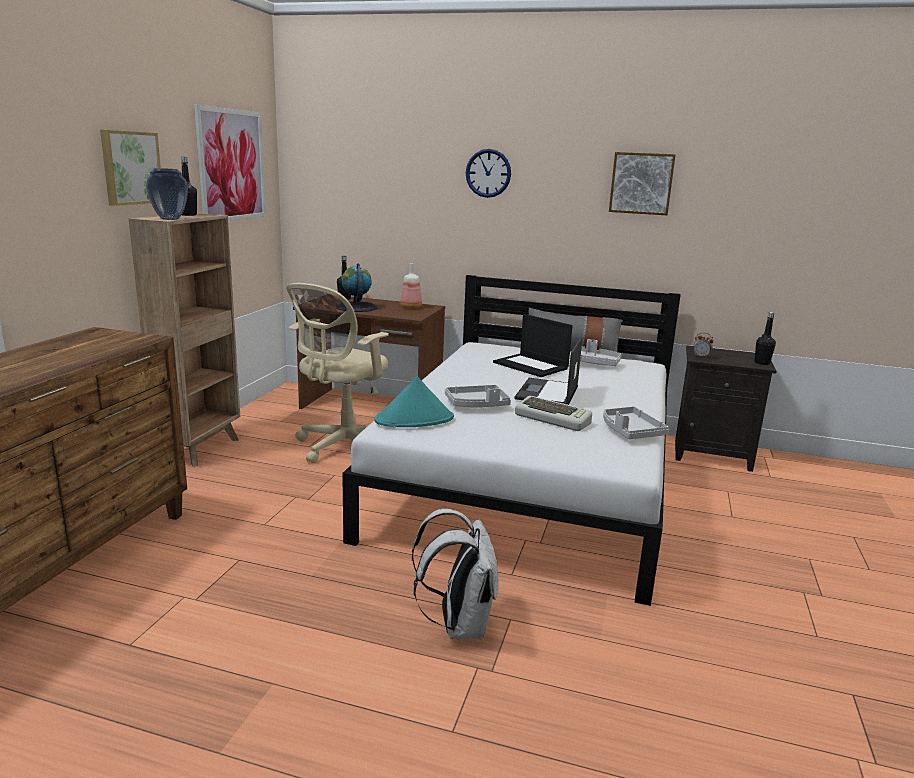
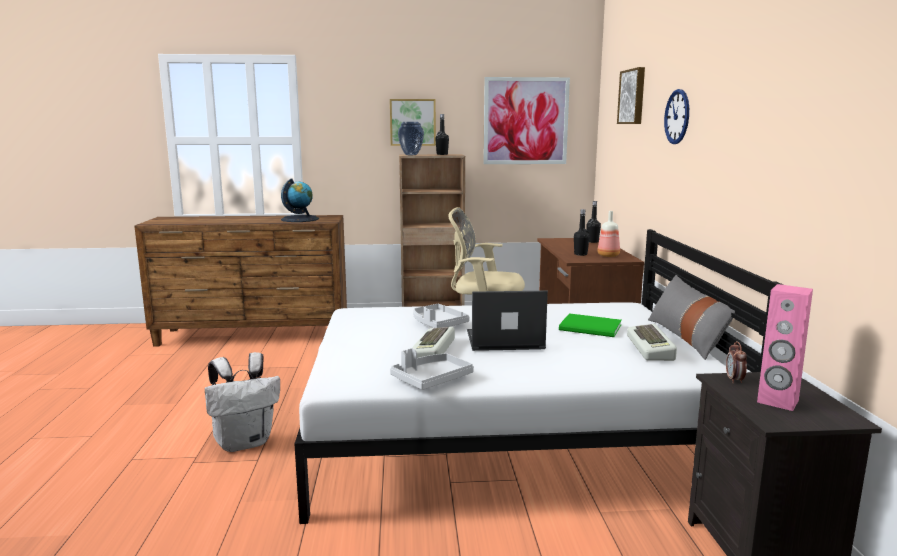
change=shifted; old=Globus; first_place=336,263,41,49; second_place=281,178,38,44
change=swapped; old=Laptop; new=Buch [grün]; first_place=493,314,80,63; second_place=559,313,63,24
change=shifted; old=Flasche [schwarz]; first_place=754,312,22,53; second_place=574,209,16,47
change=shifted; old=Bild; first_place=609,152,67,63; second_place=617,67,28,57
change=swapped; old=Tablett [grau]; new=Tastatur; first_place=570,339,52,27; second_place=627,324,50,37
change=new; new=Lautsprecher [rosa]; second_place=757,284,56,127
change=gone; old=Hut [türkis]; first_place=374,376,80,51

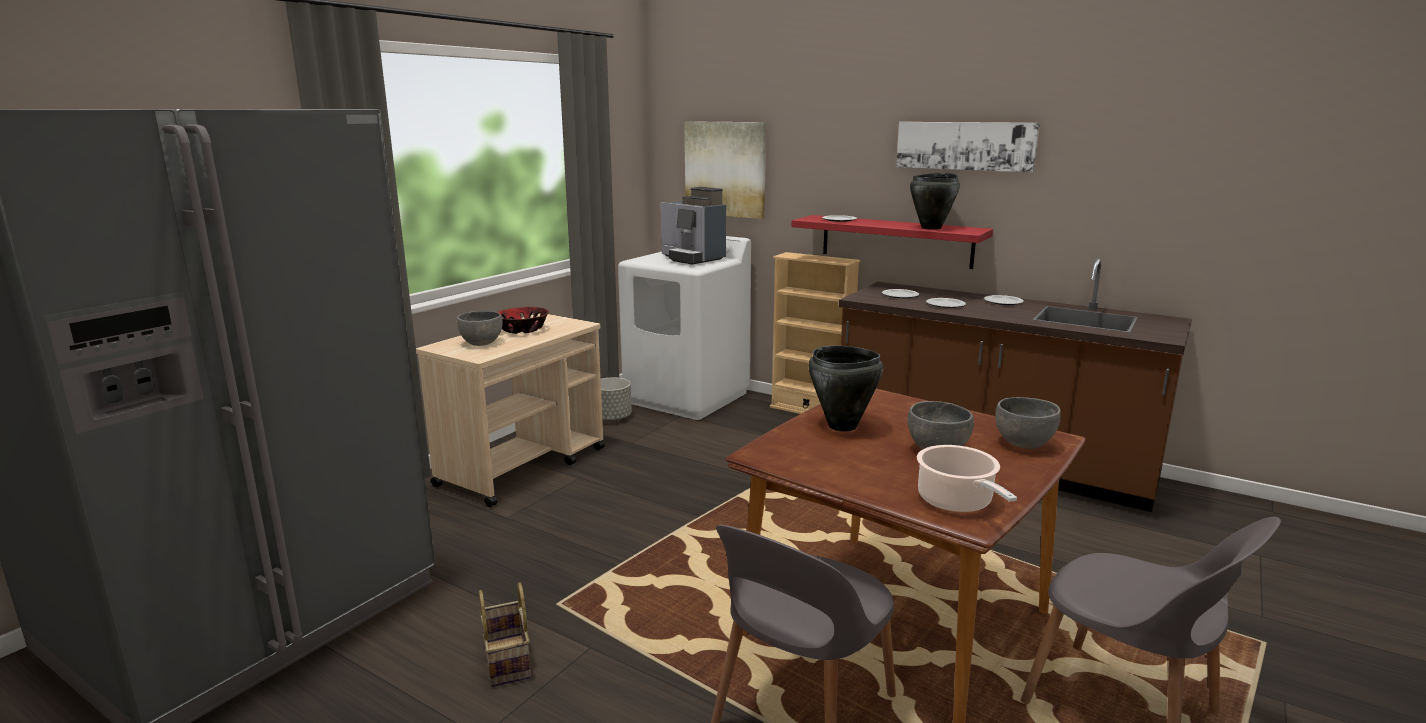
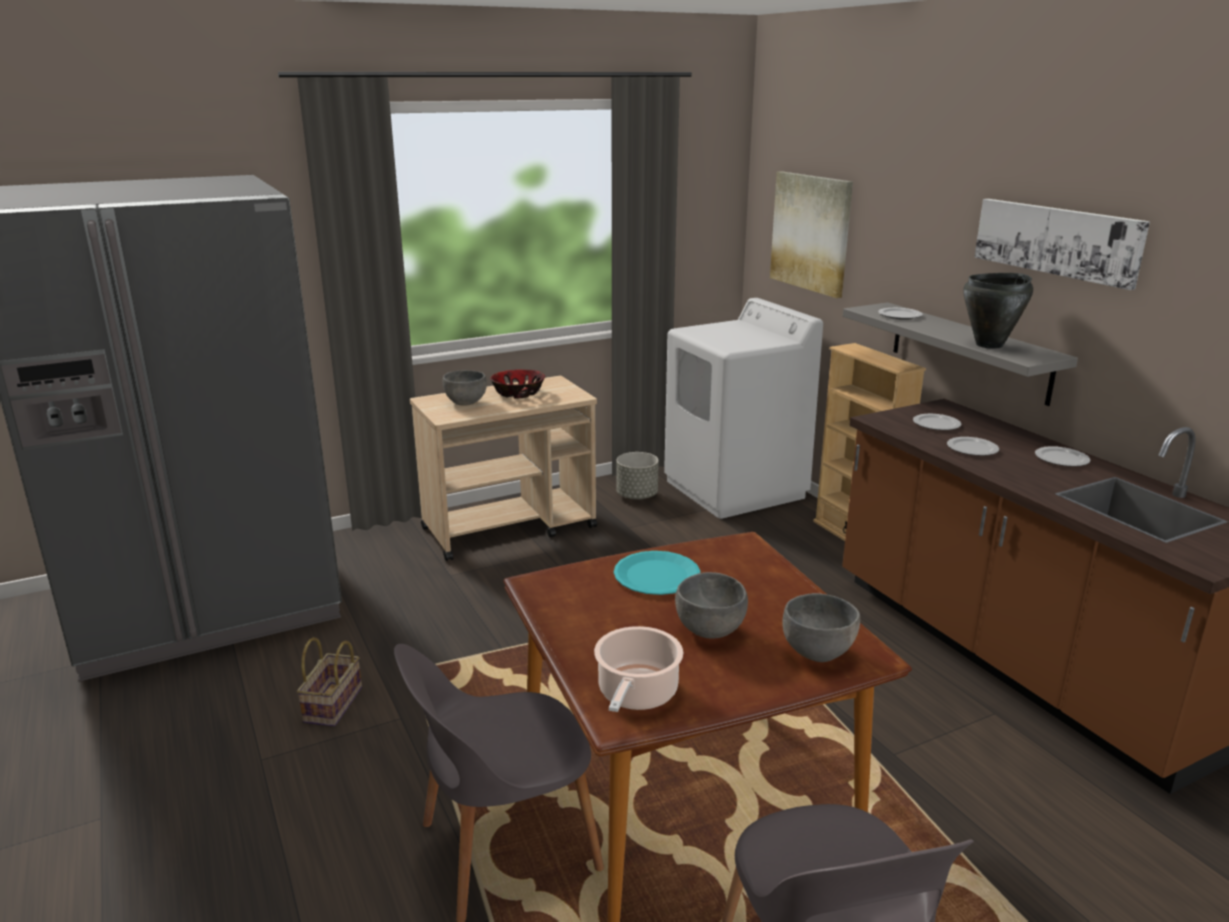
change=swapped; old=Kochtopf [schwarz]; new=Teller [türkis]; first_place=808,346,76,85; second_place=614,551,86,44
change=repainted; old=Wandregal [rot]; new=Wandregal [grau]; first_place=791,215,202,54; second_place=843,302,235,104
change=gone; old=Kaffeemaschine; first_place=661,187,65,78

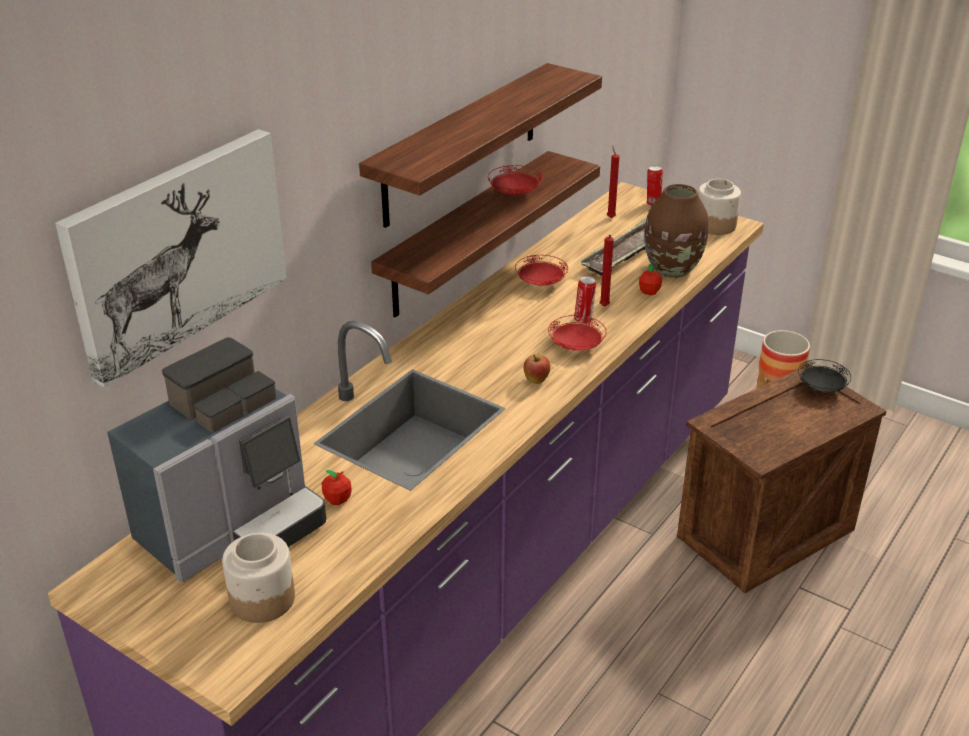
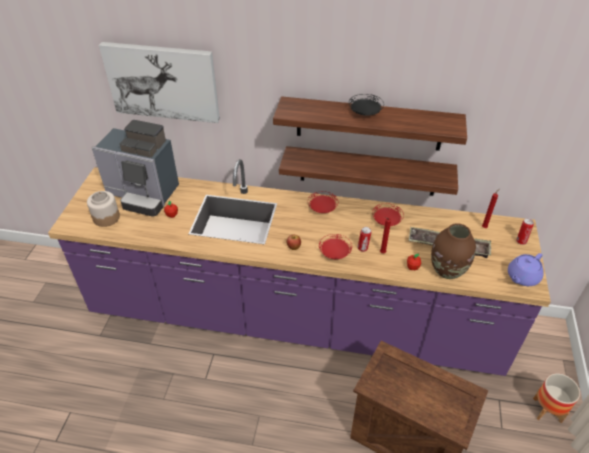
change=shifted; old=Teller [rot]; first_place=488,165,55,30; second_place=308,191,30,22
change=shifted; old=Teller [schwarz]; first_place=798,359,53,33; second_place=349,94,35,22
change=swapped; old=Vorratsglas; new=Teekanne [lila]; first_place=698,179,43,56; second_place=508,253,36,33

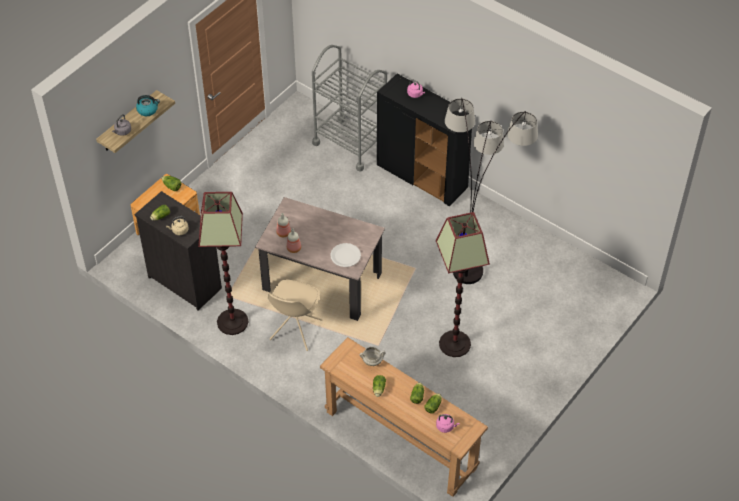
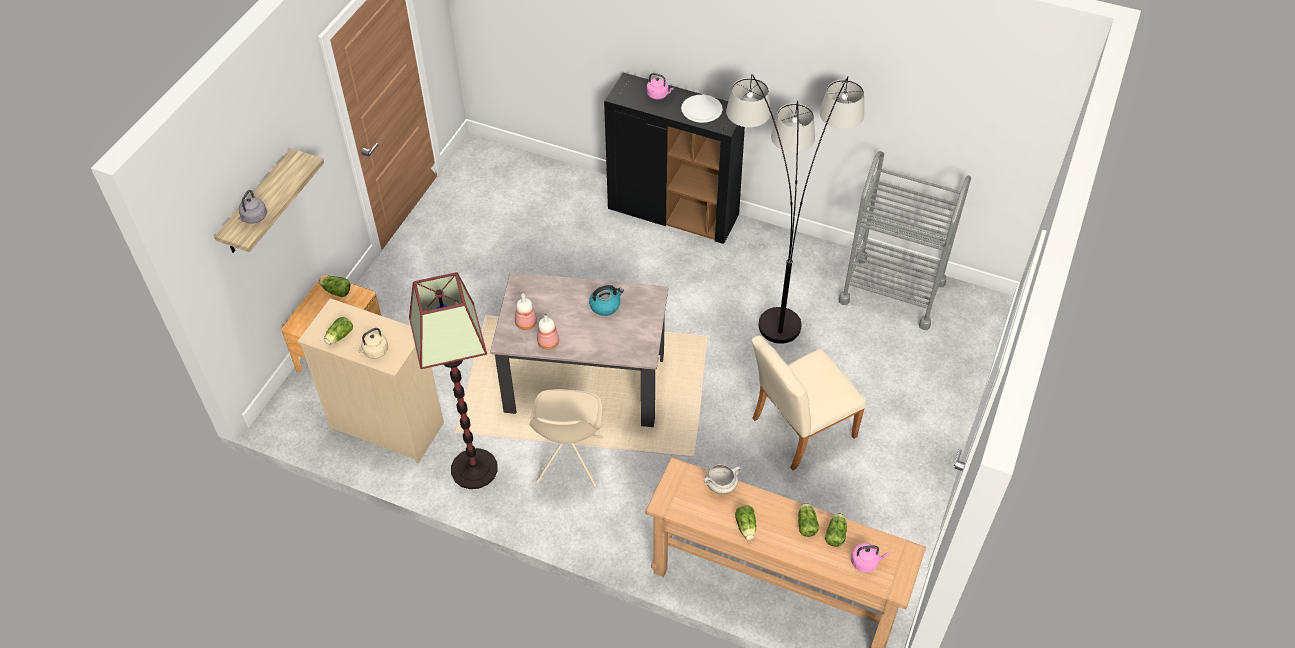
change=repainted; old=Kommode [schwarz]; new=Kommode [beige]; first_place=134,191,88,120; second_place=298,298,146,166
change=shifted; old=Wasserkessel; first_place=136,95,24,21; second_place=589,285,35,31
change=shifted; old=Teller [weiß]; first_place=330,243,31,24; second_place=681,95,42,28
change=swapped; old=Stehlampe; new=Stuhl [beige]; first_place=436,212,54,145; second_place=751,335,115,135
change=shifted; old=Rollwagen [grau]; first_place=312,45,75,127; second_place=839,151,132,179

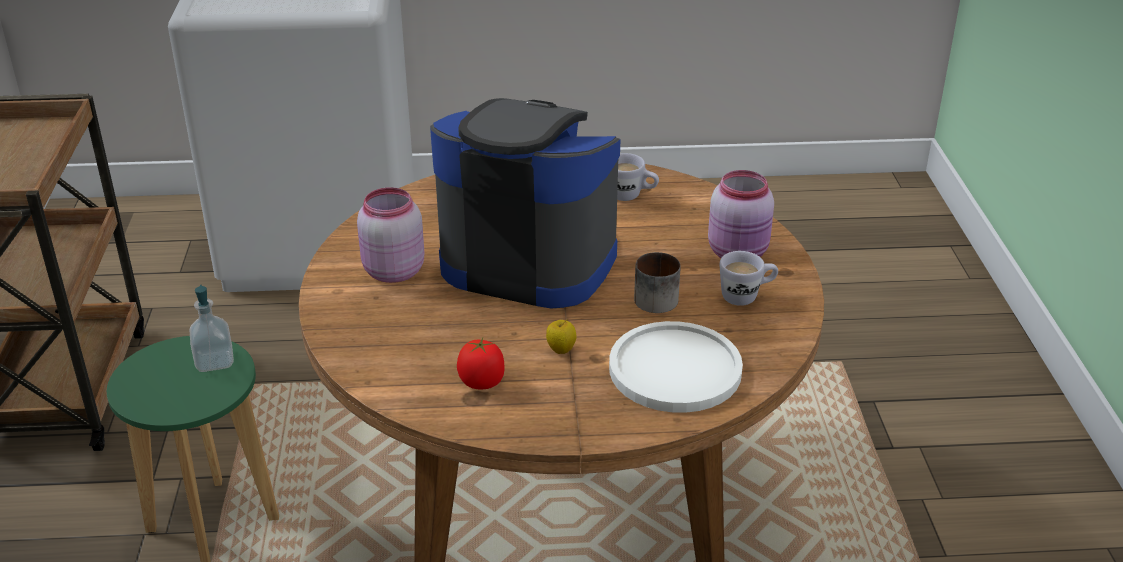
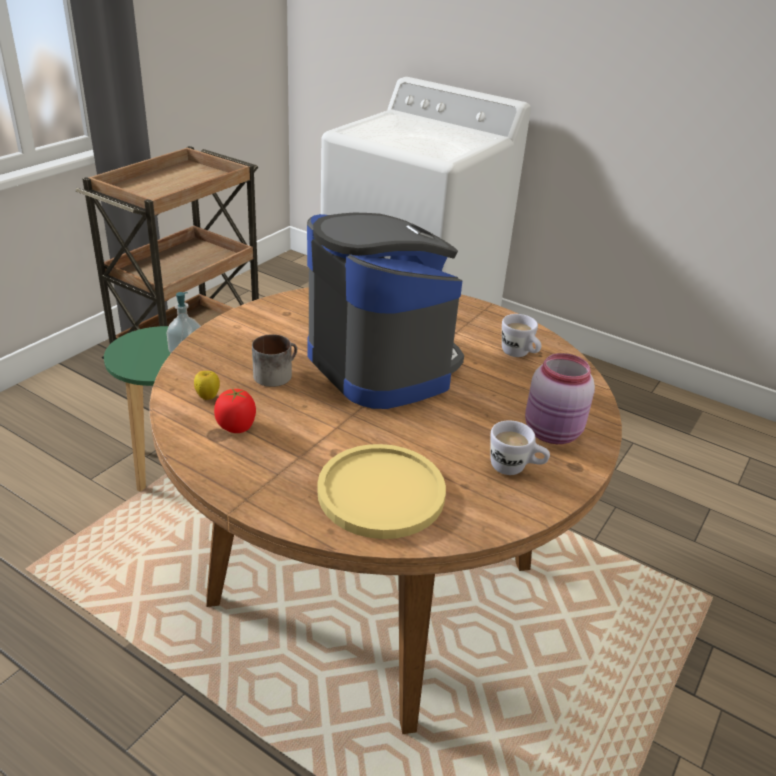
change=shifted; old=Apfel; first_place=546,320,30,34; second_place=194,371,26,29
change=shifted; old=Henkelbecher; first_place=634,252,47,61; second_place=252,334,45,53
change=repainted; old=Teller [weiß]; new=Teller [gelb]; first_place=609,321,134,92; second_place=318,444,128,95
change=gone; old=Vorratsglas [rosa]; first_place=357,187,67,96

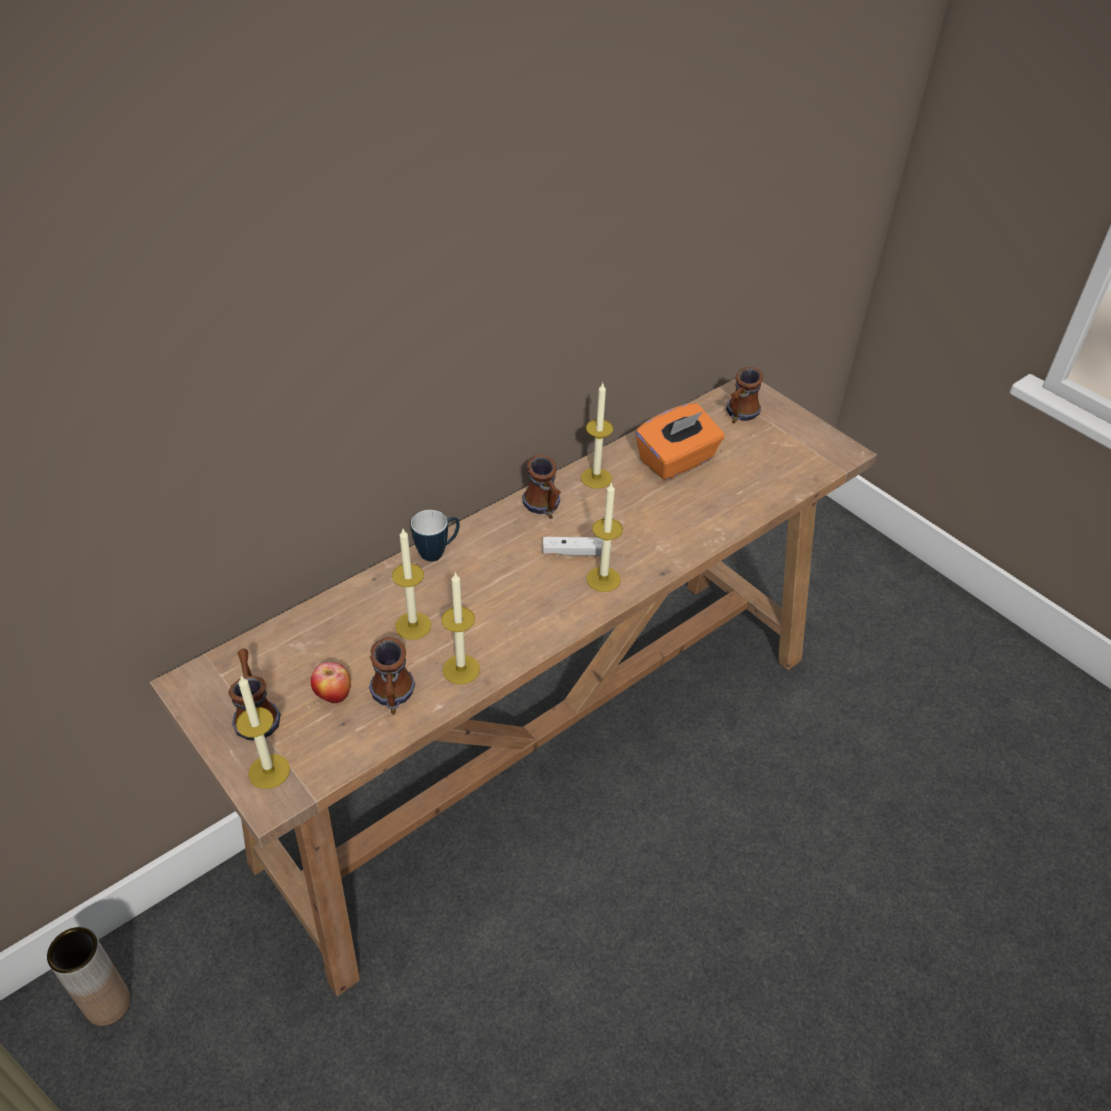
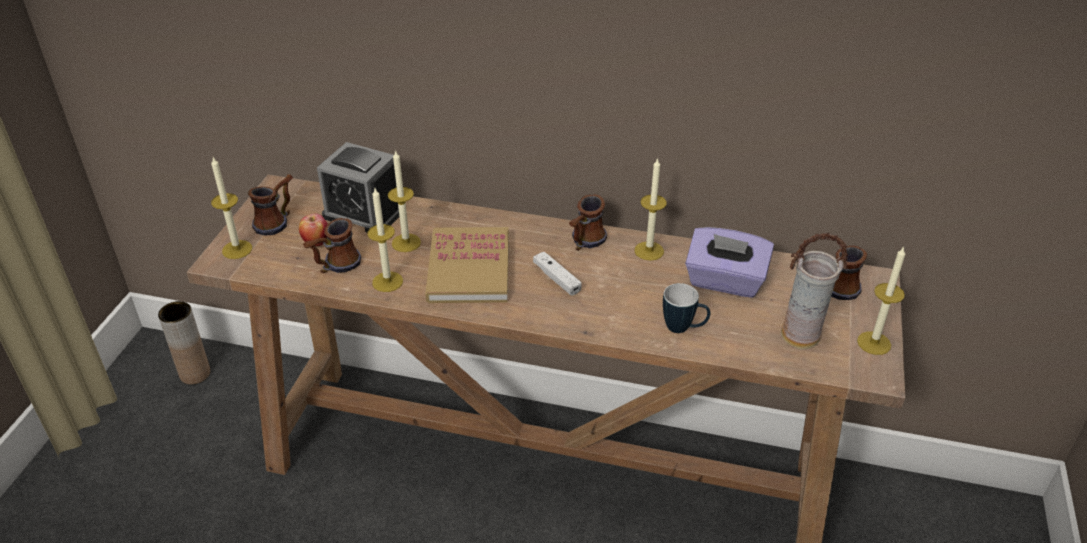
change=new; new=Wecker; second_place=317,142,82,91
change=new; new=Buch; second_place=425,227,84,76
change=shifted; old=Henkelbecher; first_place=411,510,49,52; second_place=663,283,47,50
change=repainted; old=Taschentuchbox [orange]; new=Taschentuchbox [lila]; first_place=635,403,90,77; second_place=685,227,89,71
change=new; new=Vase; second_place=781,233,67,116
change=shifted; old=Kerze; first_place=586,482,37,110; second_place=857,246,48,109

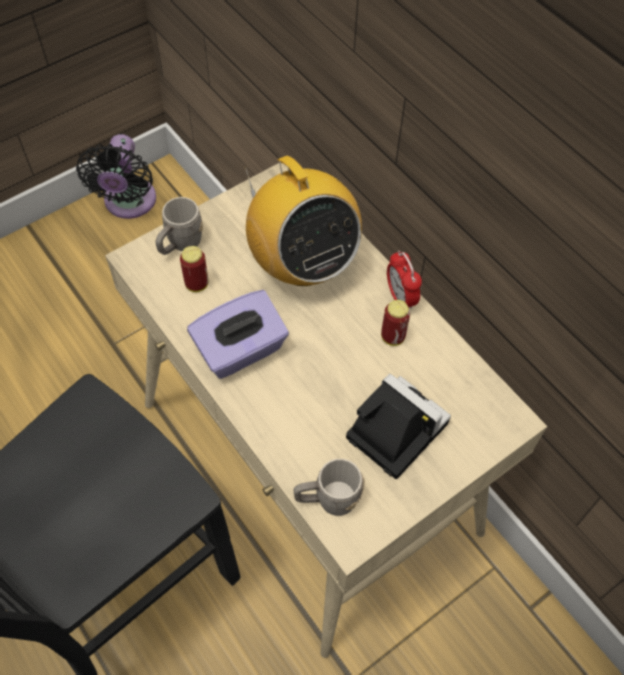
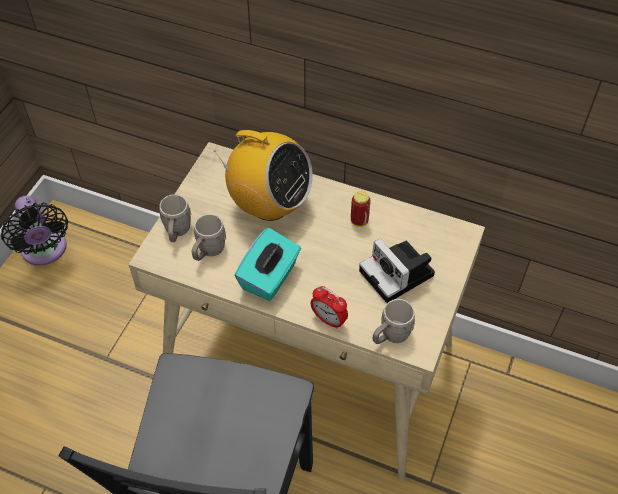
change=swapped; old=Dose; new=Henkelbecher [grau]; first_place=180,246,28,46; second_place=192,214,34,47
change=repainted; old=Taschentuchbox [lila]; new=Taschentuchbox [türkis]; first_place=187,290,102,89; second_place=234,228,67,73
change=shifted; old=Wecker; first_place=387,250,35,59; second_place=311,286,37,43
change=rotated; old=Kamera; first_place=346,374,105,105; second_place=359,238,76,65; degrees=-135

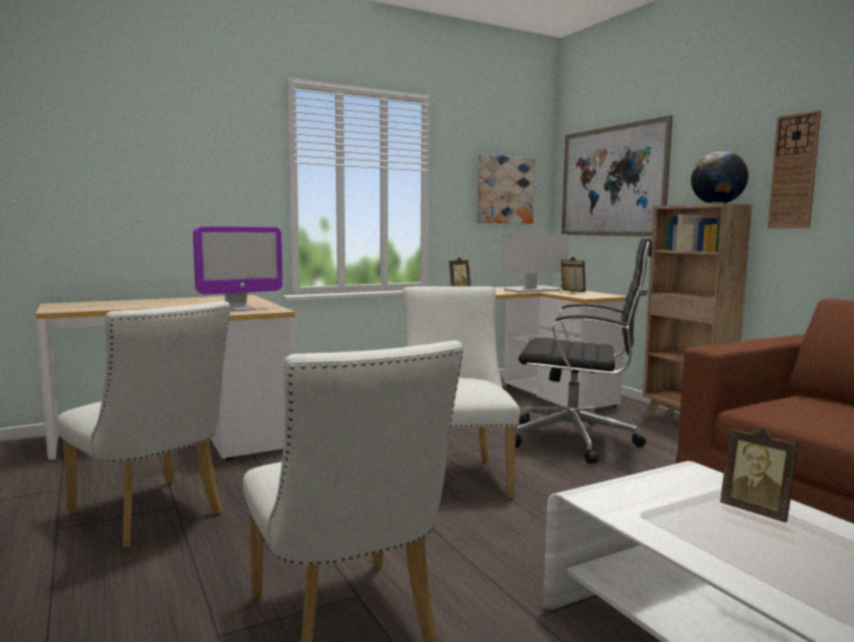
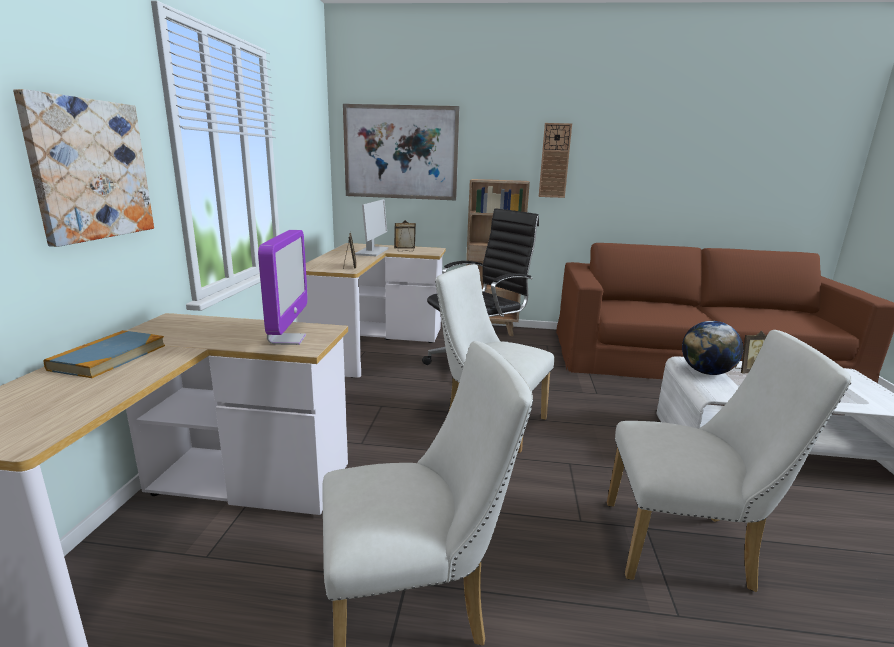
change=shifted; old=Bild; first_place=477,154,58,70; second_place=13,89,141,158
change=new; new=Buch; second_place=44,330,121,48
change=shifted; old=Globus; first_place=691,151,57,53; second_place=682,321,61,54

